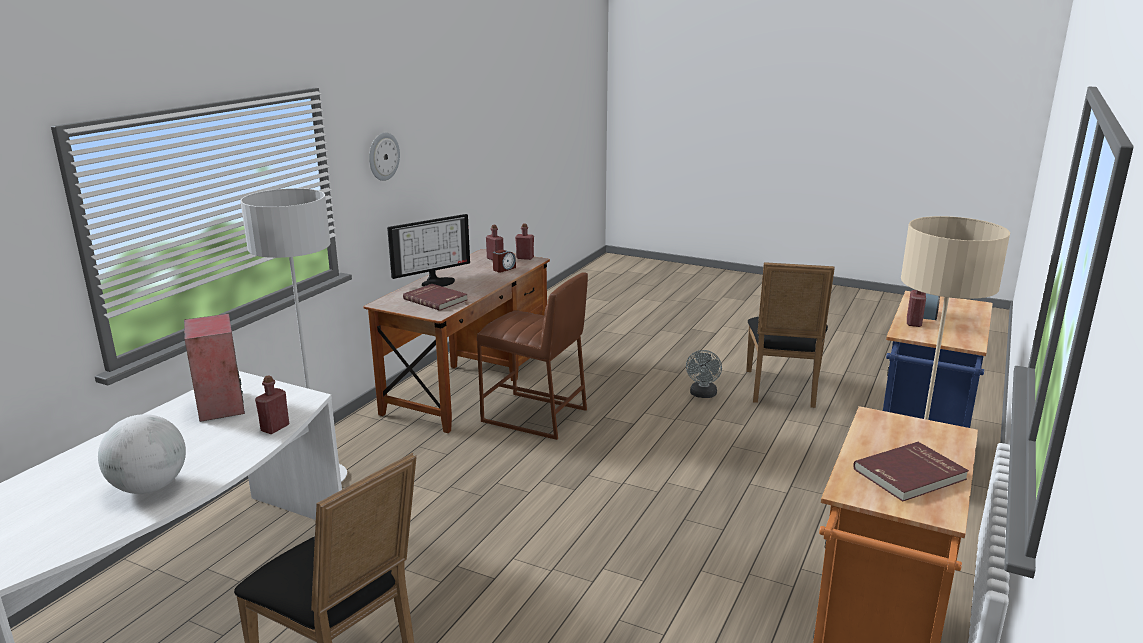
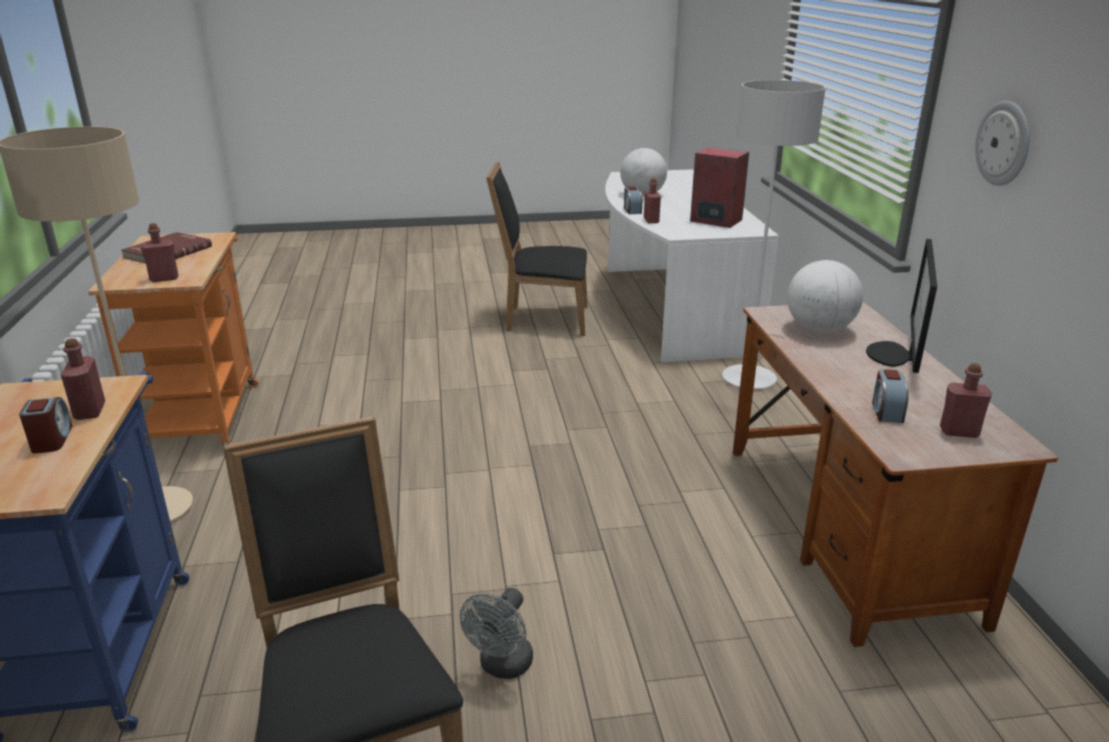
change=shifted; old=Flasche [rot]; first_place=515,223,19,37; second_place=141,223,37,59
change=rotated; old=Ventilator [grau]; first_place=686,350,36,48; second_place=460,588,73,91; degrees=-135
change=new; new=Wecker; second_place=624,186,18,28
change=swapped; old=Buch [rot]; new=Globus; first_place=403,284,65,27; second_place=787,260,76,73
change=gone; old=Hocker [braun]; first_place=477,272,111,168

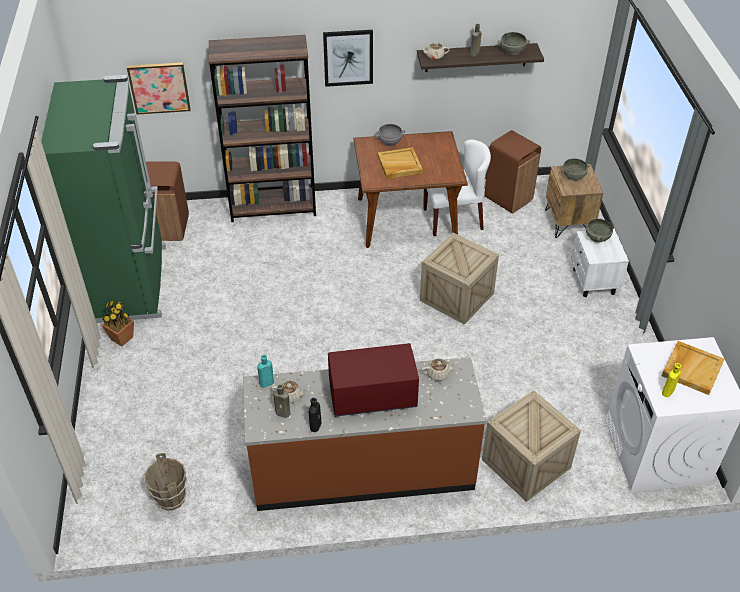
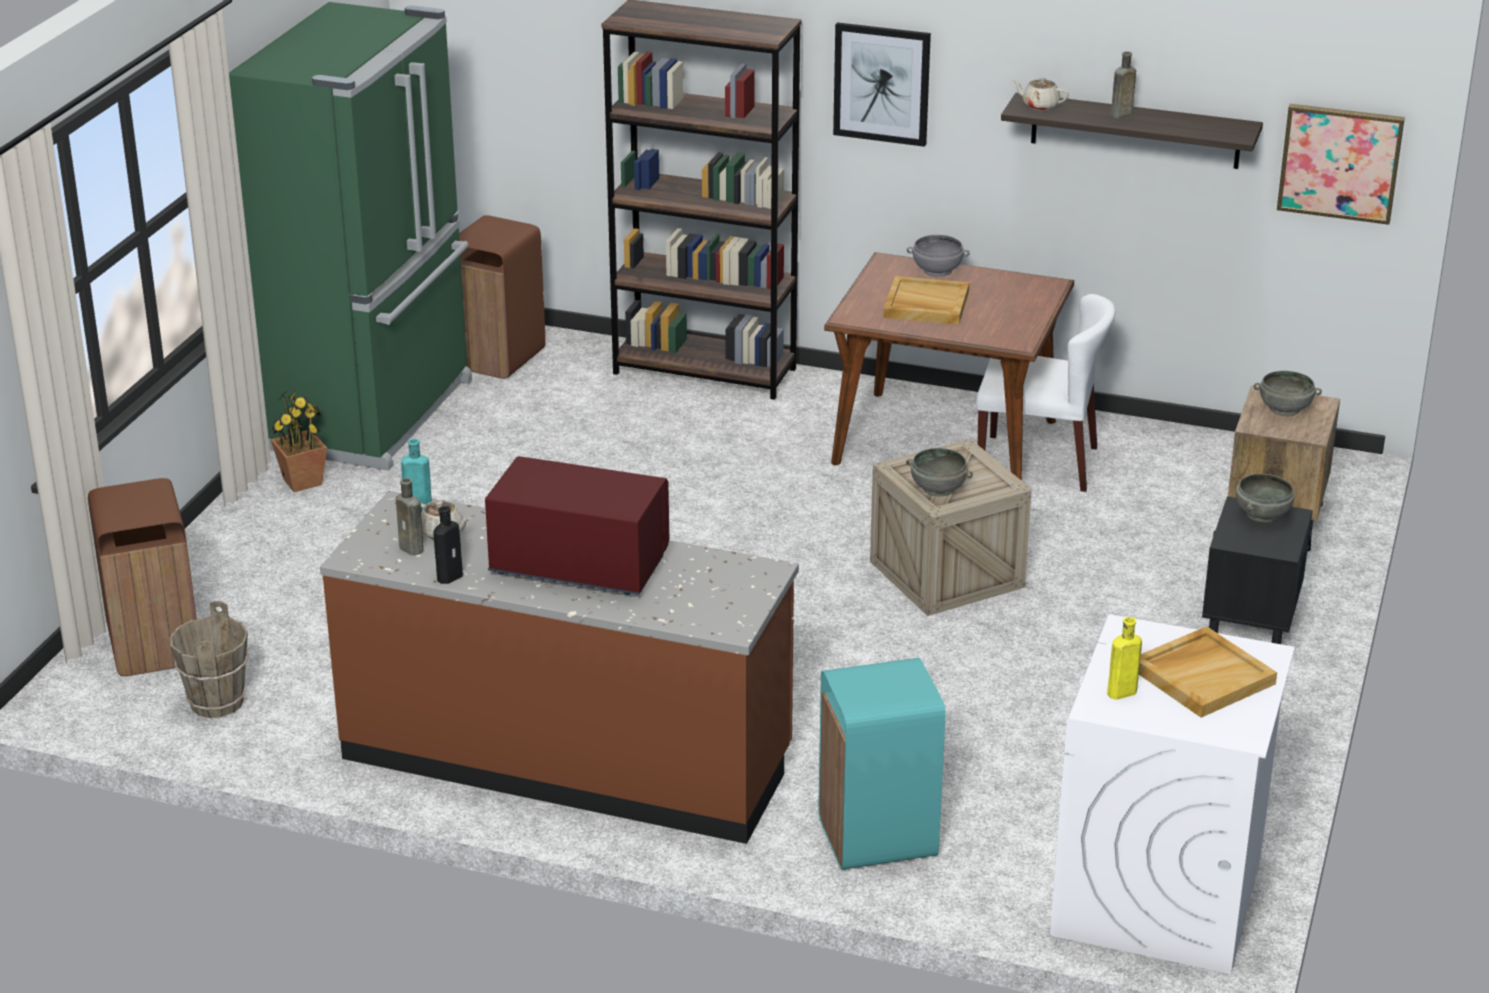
change=shifted; old=Mülleimer [braun]; first_place=484,130,57,83; second_place=88,478,109,198
change=swapped; old=Kiste; new=Mülleimer [türkis]; first_place=482,390,99,112; second_place=818,658,127,212
change=shifted; old=Schüssel [grau]; first_place=498,32,32,23; second_place=906,448,67,48
change=repainted; old=Nachttisch [weiß]; new=Nachttisch [schwarz]; first_place=571,229,58,68; second_place=1202,496,111,148
change=shifted; old=Bild; first_place=127,62,64,53; second_place=1277,104,128,121
change=gone; old=Teekanne [beige]; first_place=421,358,38,23

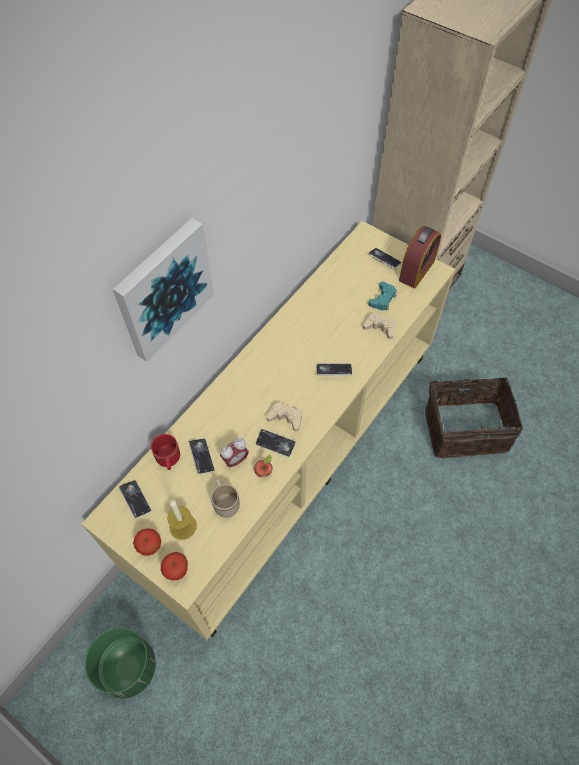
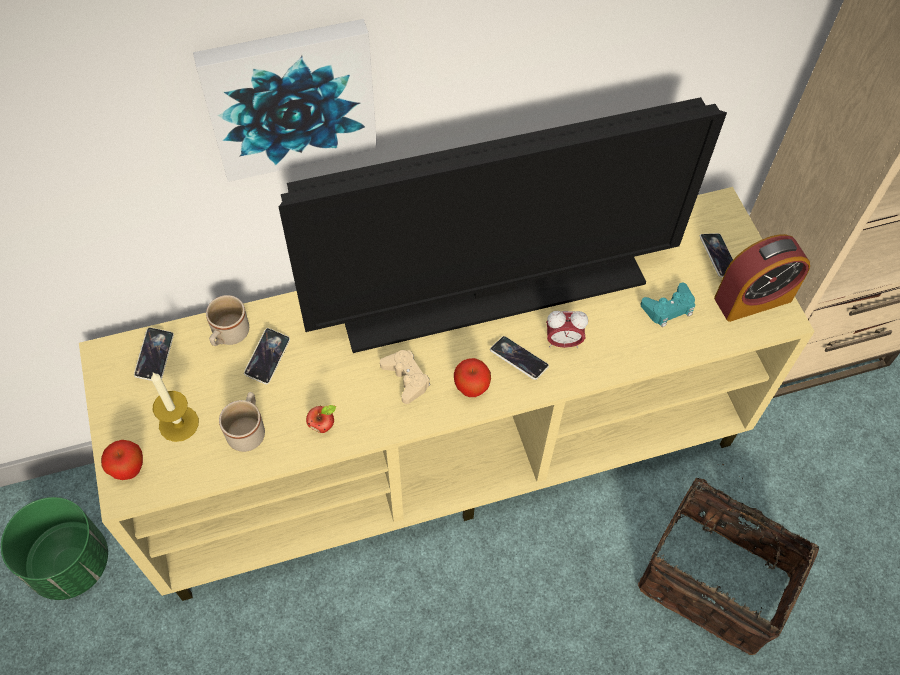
change=repainted; old=Henkelbecher [rot]; new=Henkelbecher [beige]; first_place=151,434,29,36; second_place=206,295,43,51
change=new; new=Fernseher; second_place=279,97,448,256
change=shifted; old=Apfel; first_place=133,528,28,28; second_place=454,358,37,39
change=shifted; old=Wecker; first_place=220,438,29,31; second_place=546,311,42,37
change=gone; old=Handy; first_place=255,429,41,28
change=gone; old=Gamepad [beige]; first_place=363,312,33,27

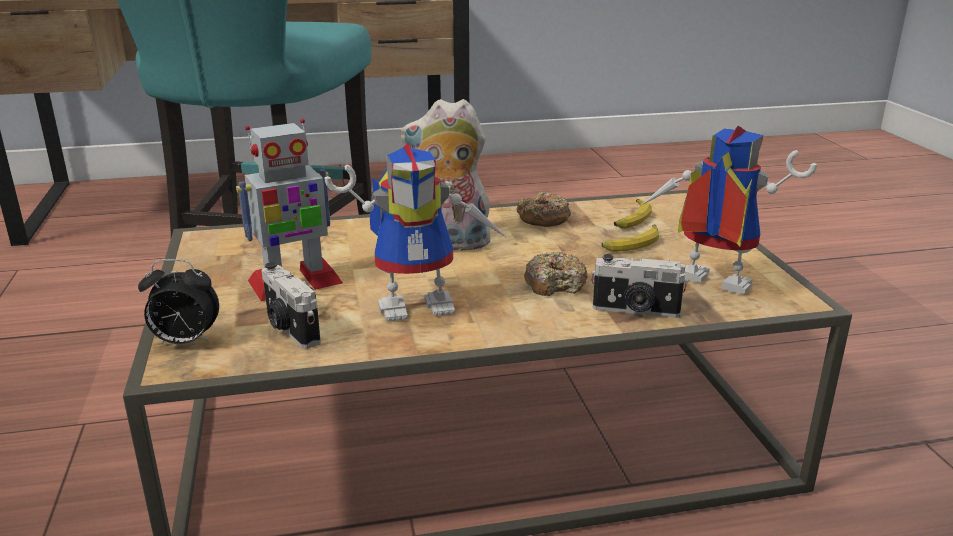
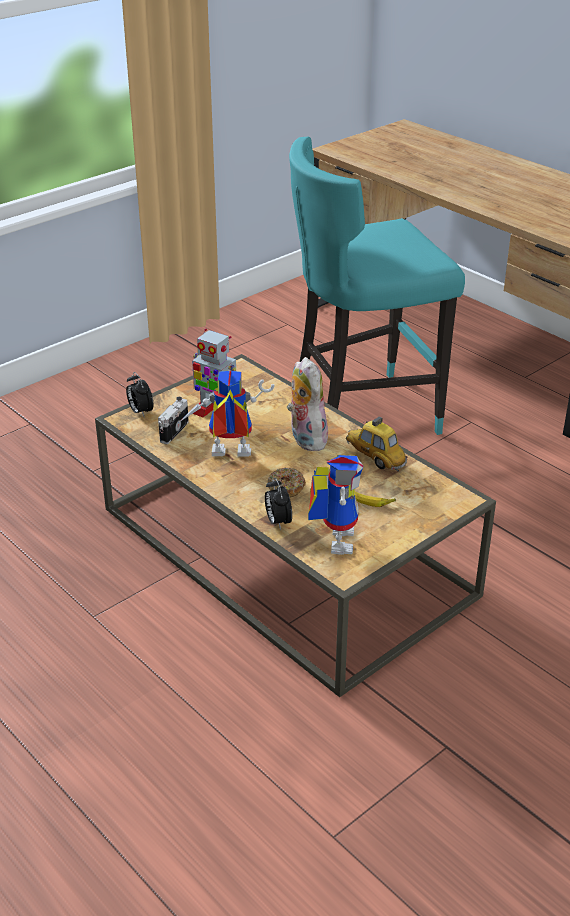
change=rotated; old=Spielzeugroboter; first_place=325,143,180,179; second_place=181,371,93,86; degrees=135
change=swapped; old=Kamera; new=Wecker; first_place=591,254,97,64; second_place=265,478,27,52
change=swapped; old=Donut; new=Spielzeugauto; first_place=516,192,55,35; second_place=346,416,61,56
change=gone; old=Banane; first_place=614,199,38,30

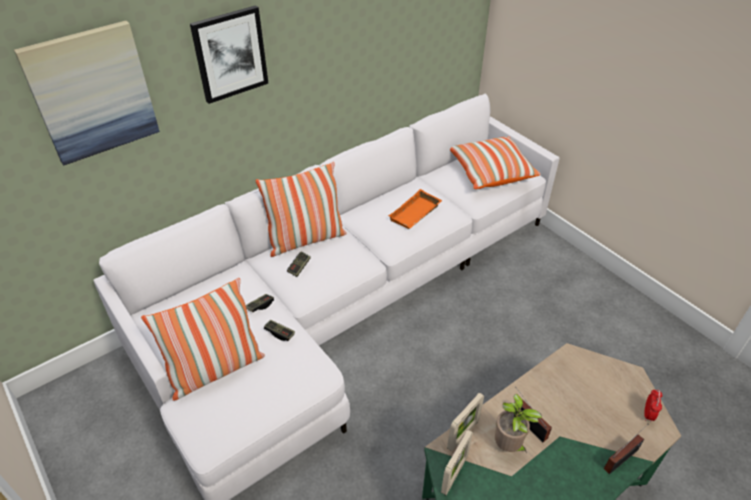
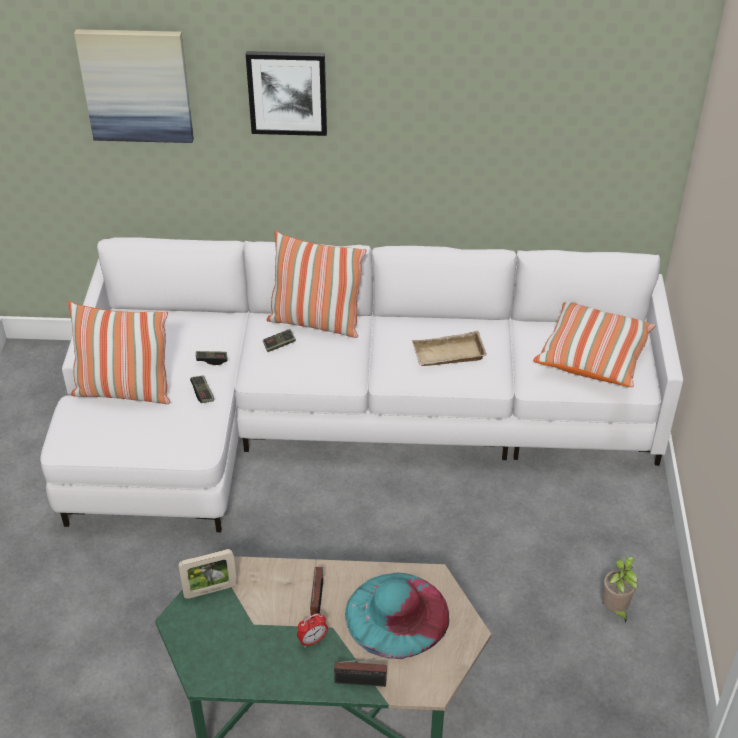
change=shifted; old=Wecker; first_place=644,389,18,33; second_place=297,613,31,34
change=new; new=Hut [türkis]; second_place=345,573,104,86
change=repainted; old=Tablett [orange]; new=Tablett [beige]; first_place=388,189,54,40; second_place=412,331,75,35
change=shifted; old=Topfpflanze; first_place=495,394,47,59; second_place=602,556,35,67
change=gone; old=Bilderrahmen; first_place=447,393,37,58

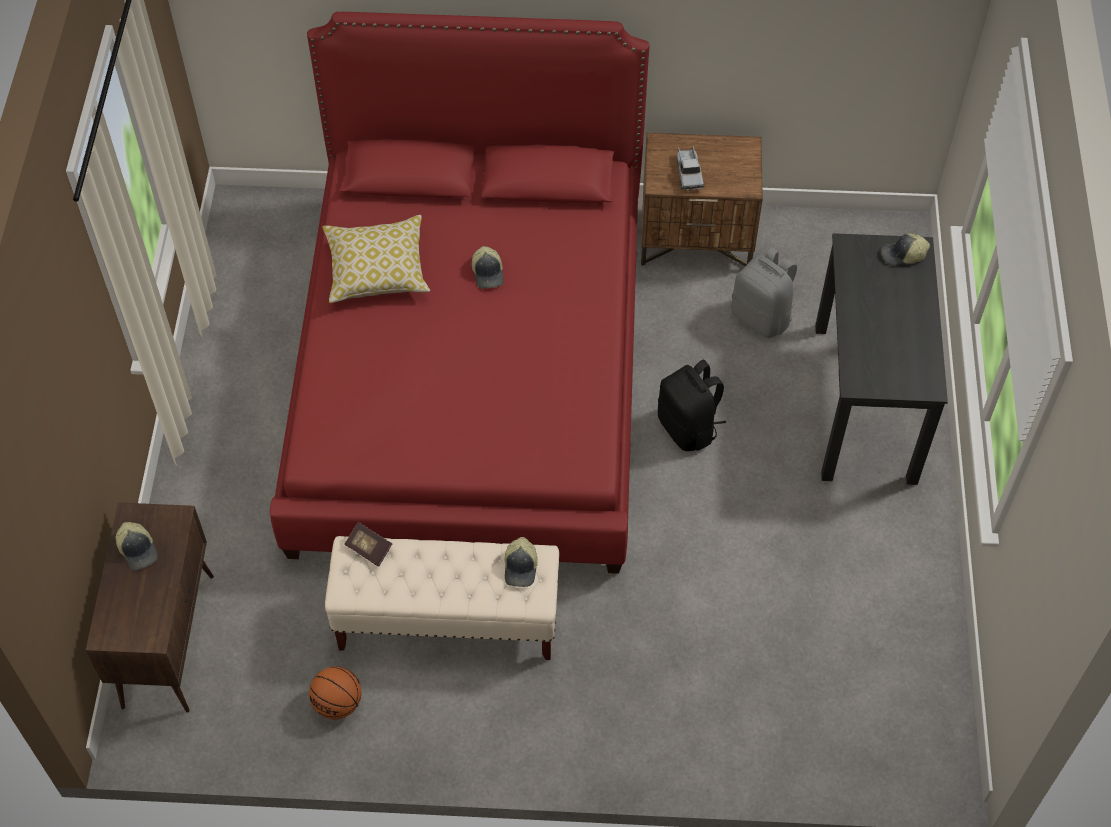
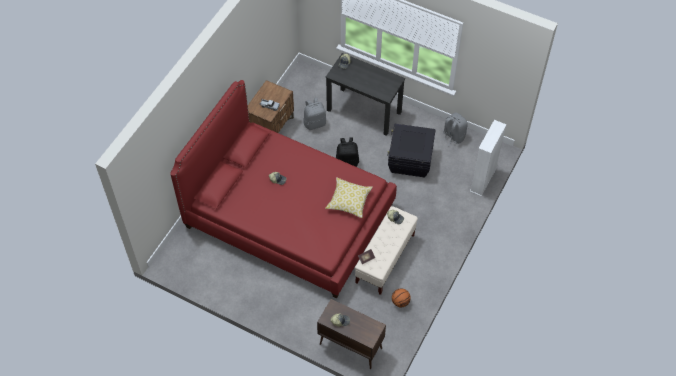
change=shifted; old=Kissen; first_place=322,215,108,88; second_place=325,177,48,41
change=new; new=Aufbewahrungsbox [schwarz]; second_place=387,124,49,54
change=new; new=Rucksack [grau]; second_place=441,112,27,34
change=new; new=Bücherregal [weiß]; second_place=470,120,36,76

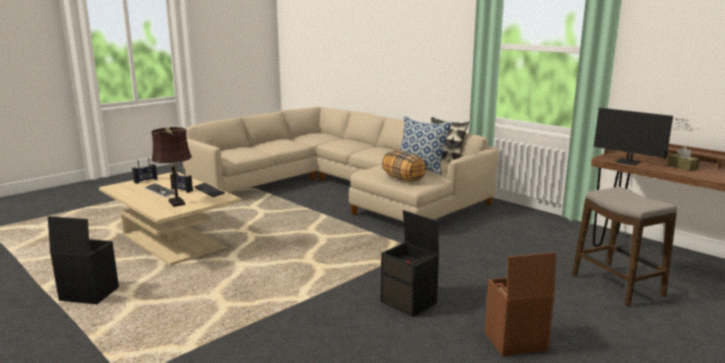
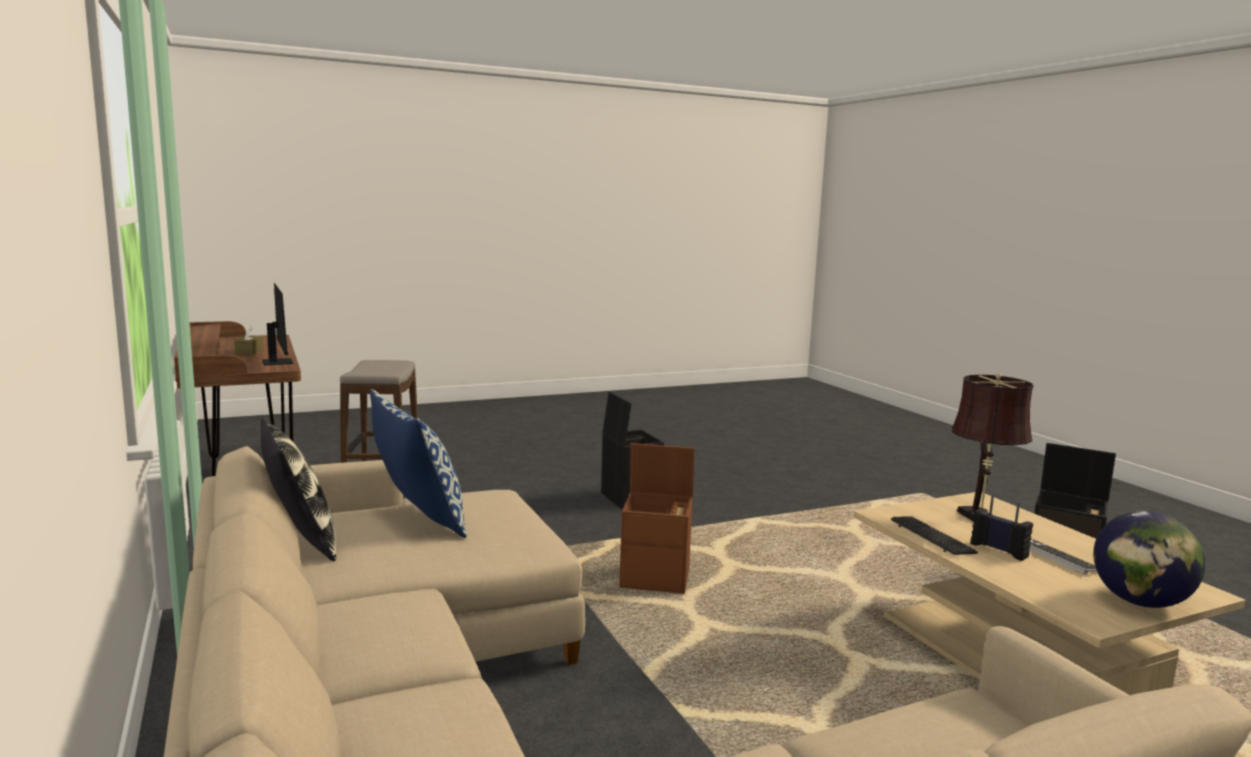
change=shifted; old=Aufbewahrungsbox [braun]; first_place=485,252,71,104; second_place=619,443,76,151
change=swapped; old=Radio; new=Globus; first_place=132,158,26,26; second_place=1093,511,112,97
change=gone; old=Kissen; first_place=382,150,44,32

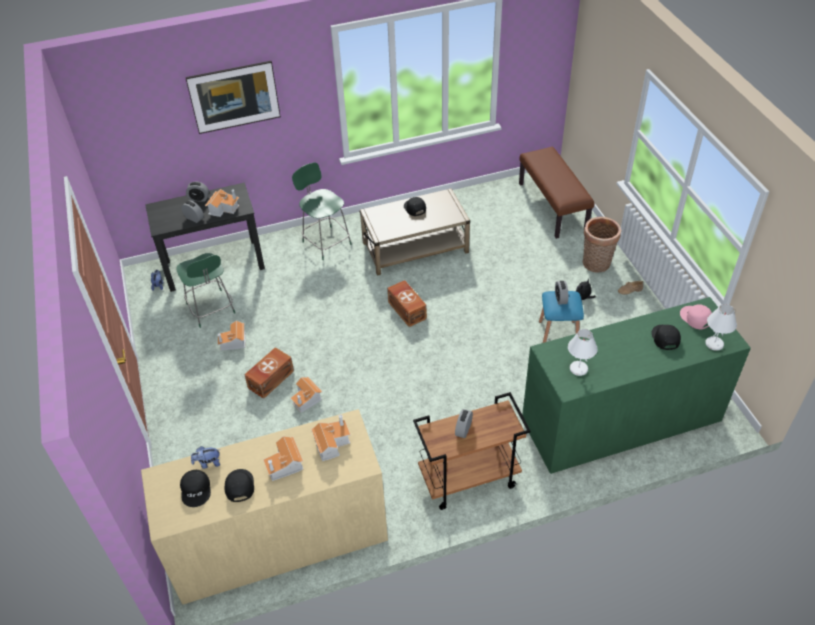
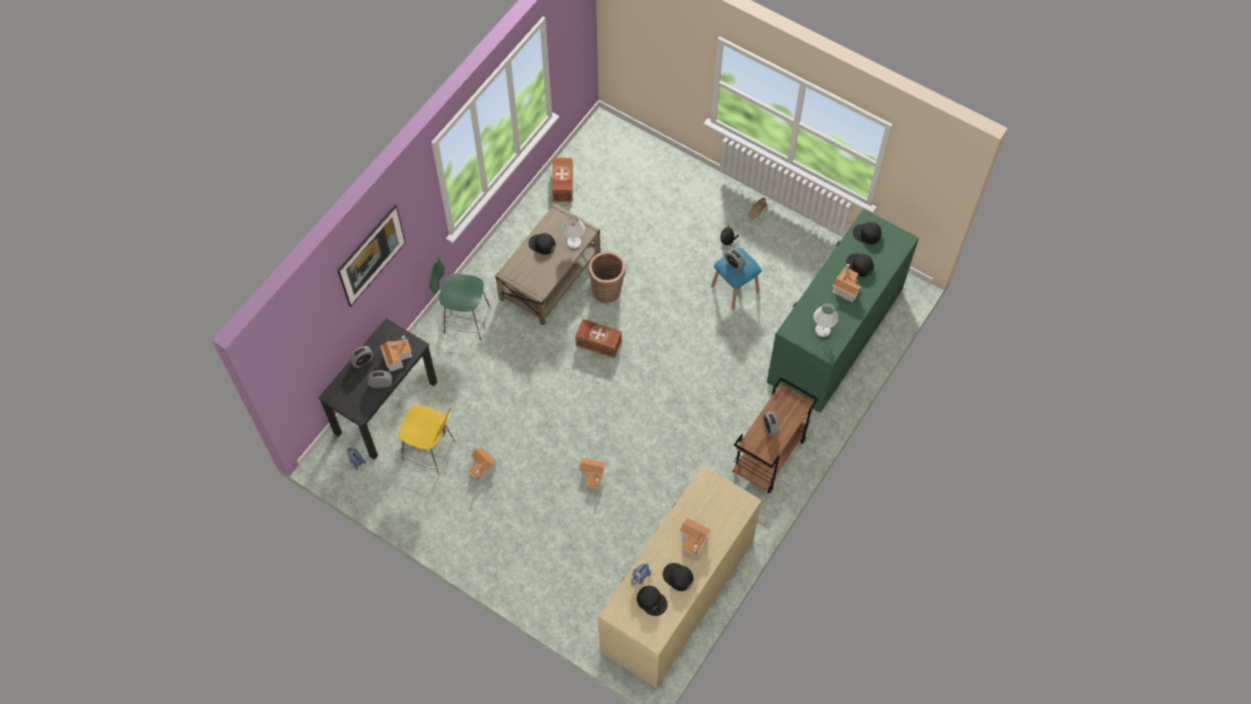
change=repainted; old=Stuhl [grün]; new=Stuhl [gelb]; first_place=176,253,59,75; second_place=398,405,58,70
change=shifted; old=Aufbewahrungsbox [braun]; first_place=244,347,50,52; second_place=552,158,21,43
change=shifted; old=Tischlampe [weiß]; first_place=705,304,32,47; second_place=562,215,23,34
change=shifted; old=Korb; first_place=583,217,38,55; second_place=589,251,37,52
change=shifted; old=Spielzeughaus; first_place=311,414,40,47; second_place=832,263,29,39
change=repainted; old=Kappe [rosa]; new=Kappe [schwarz]; first_place=680,304,32,26; second_place=853,222,29,22
change=gone; old=Bank [braun]; first_place=519,147,75,92

